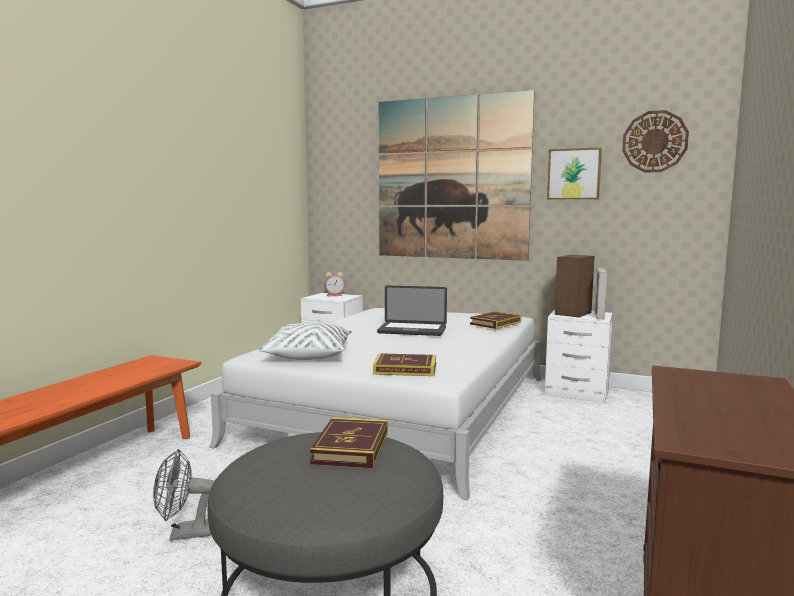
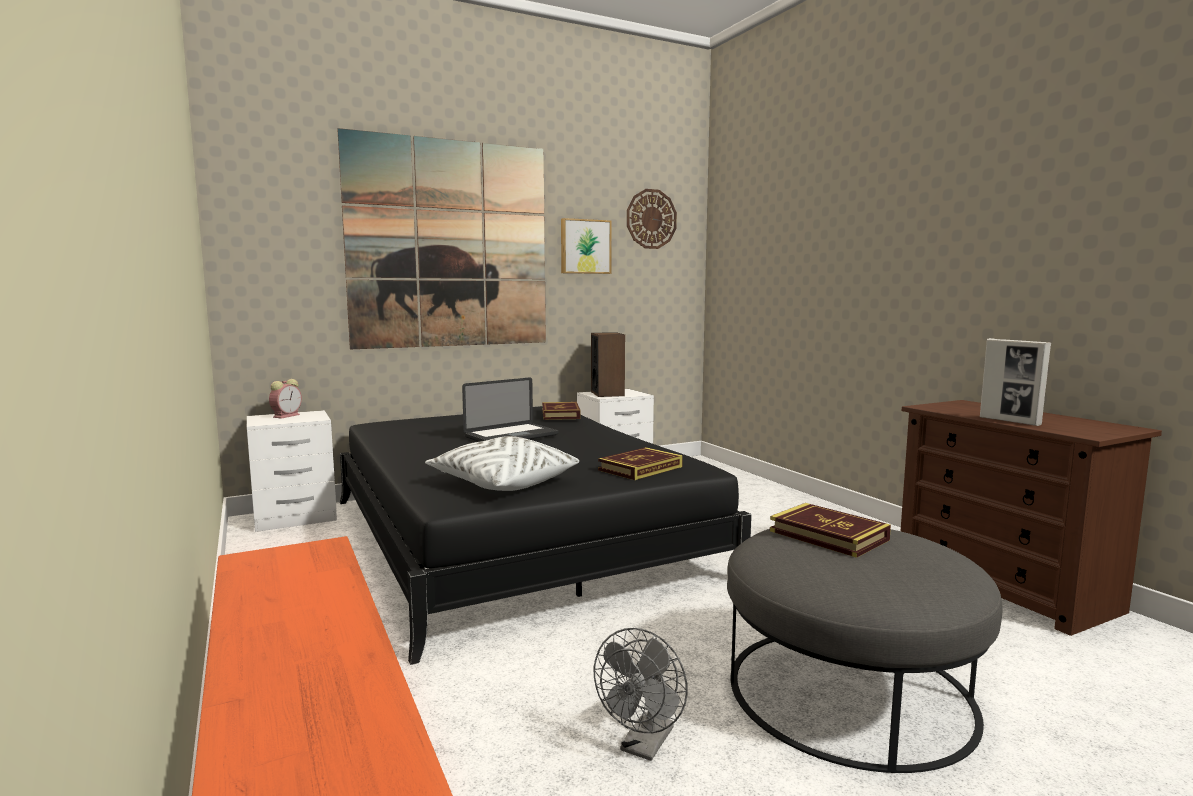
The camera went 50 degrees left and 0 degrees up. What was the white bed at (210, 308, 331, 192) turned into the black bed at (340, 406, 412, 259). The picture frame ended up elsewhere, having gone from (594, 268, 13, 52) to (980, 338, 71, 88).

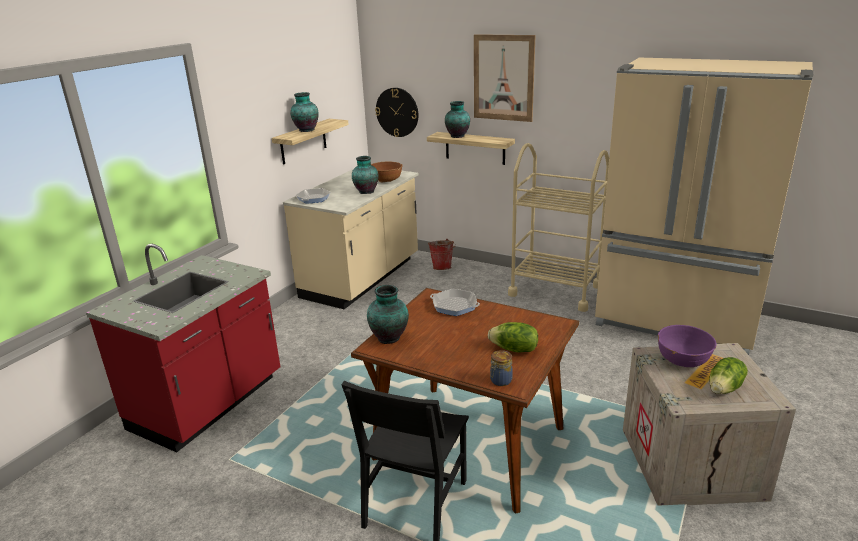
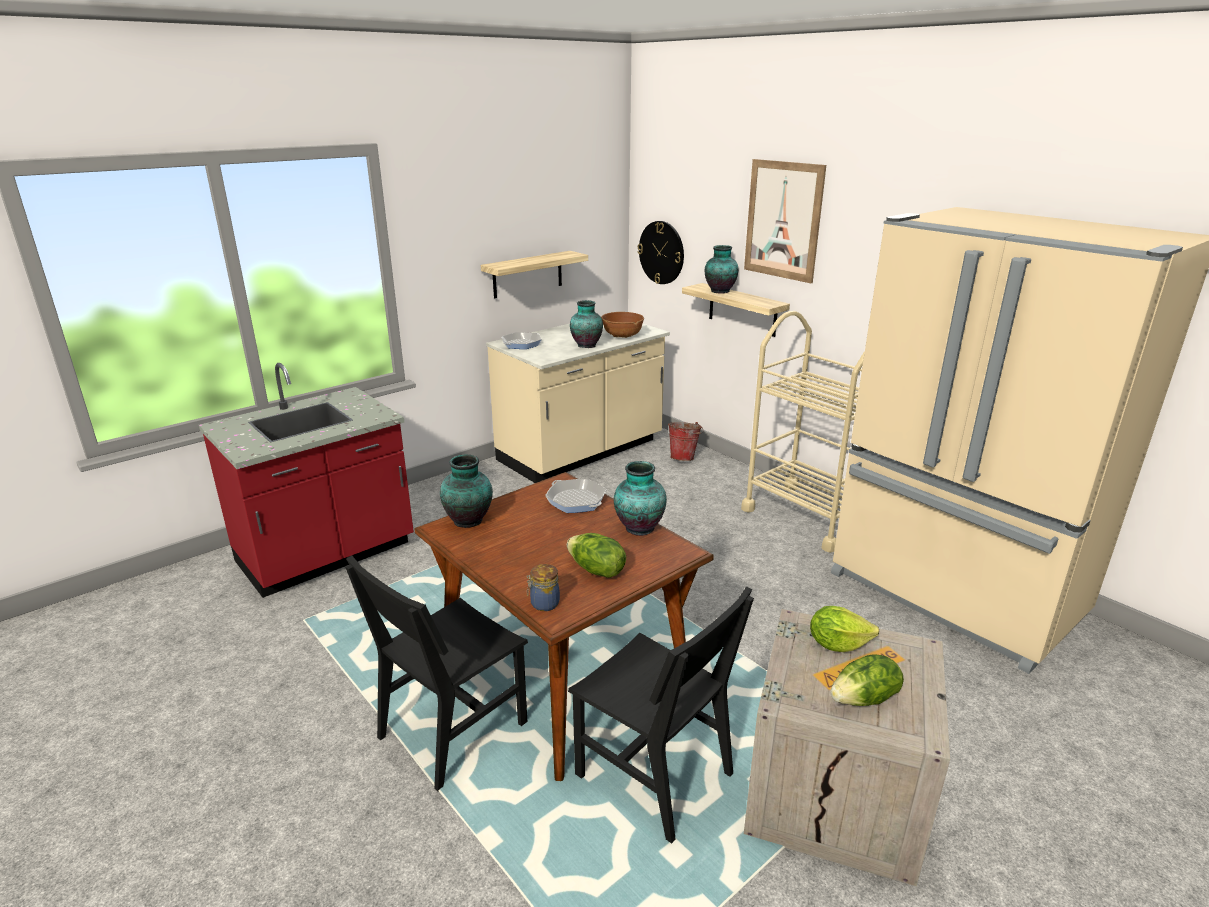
The camera went 20 degrees right and 0 degrees up. The second view gained the black chair at (568, 586, 186, 258). The vase ended up elsewhere, having gone from (290, 92, 29, 40) to (614, 461, 53, 75). Where the purple bowl stood at (658, 325, 59, 42), the lettuce came to stand at (810, 606, 69, 46).

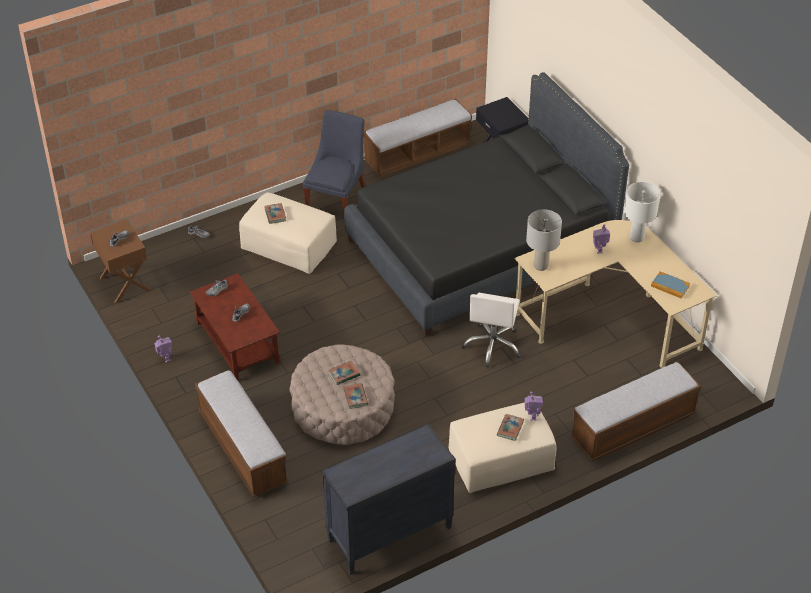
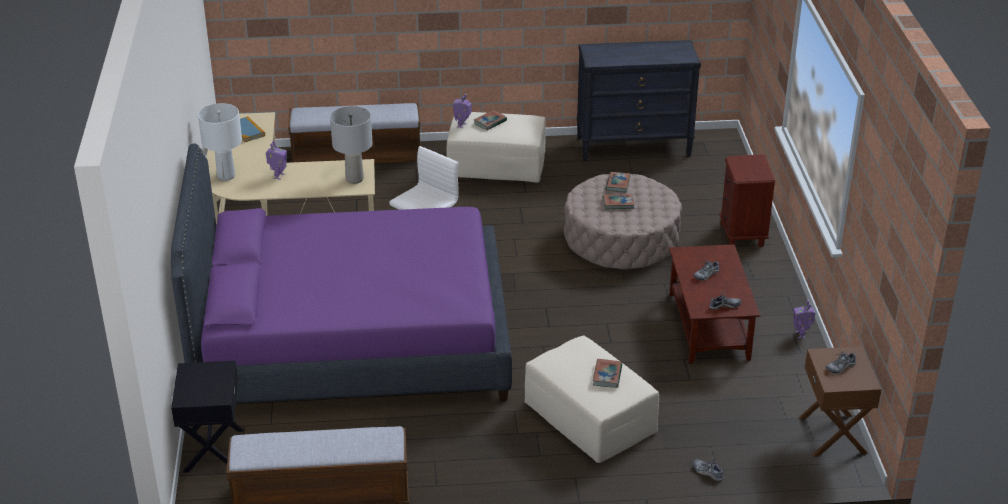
The camera went 155 degrees left and 10 degrees down. What was the black bed at (344, 72, 285, 264) turned into the purple bed at (171, 143, 341, 260). Where the bench stood at (195, 370, 93, 127), the brown nightstand came to stand at (719, 154, 56, 94). The second view lost the blue chair at (303, 110, 62, 105).

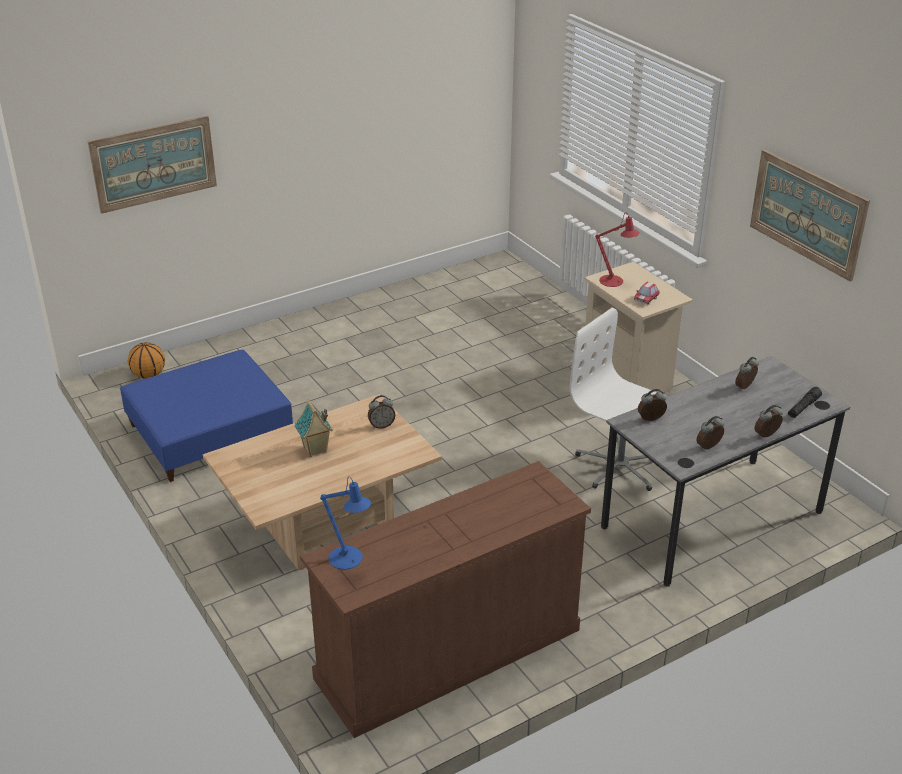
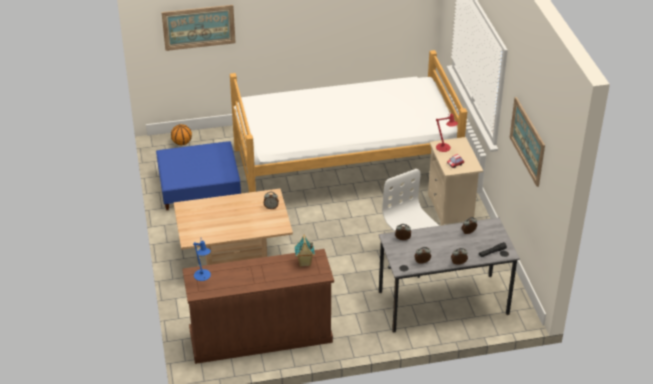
The camera went 20 degrees right and 5 degrees up. The second view gained the bed at (230, 50, 237, 142). The toy house ended up elsewhere, having gone from (295, 400, 38, 57) to (295, 235, 20, 32).

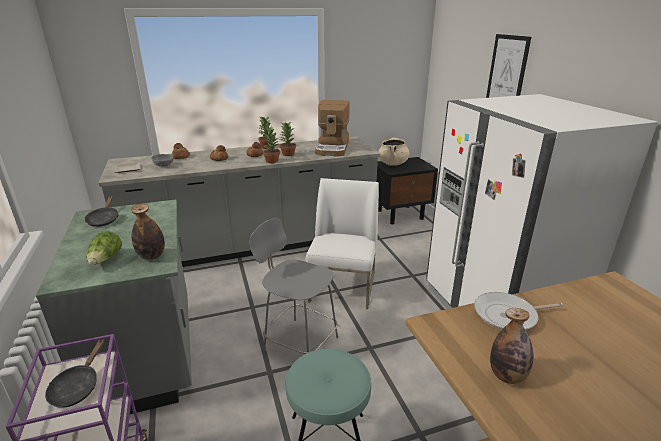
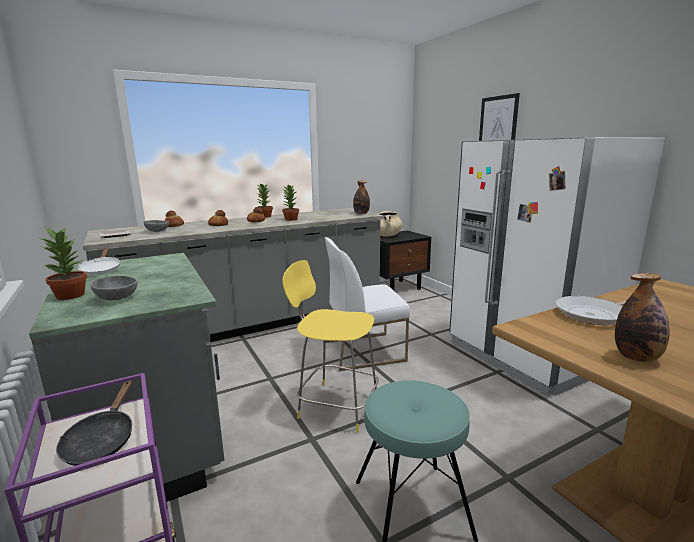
The camera went 10 degrees left and 10 degrees down. The potted plant ended up elsewhere, having gone from (263, 127, 18, 36) to (42, 227, 45, 73). What was the black frying pan at (85, 196, 34, 31) turned into the white frying pan at (77, 248, 44, 27). Where the lettuce stood at (86, 231, 36, 34), the grey bowl came to stand at (91, 276, 47, 24). What was the grey stool at (249, 218, 89, 136) turned into the yellow stool at (282, 260, 97, 173). The white chair at (306, 178, 73, 131) ended up facing another way, 105 degrees counterclockwise from before. The bottle ended up elsewhere, having gone from (131, 204, 34, 56) to (353, 180, 17, 34). The second view lost the coffee machine at (315, 100, 35, 57).

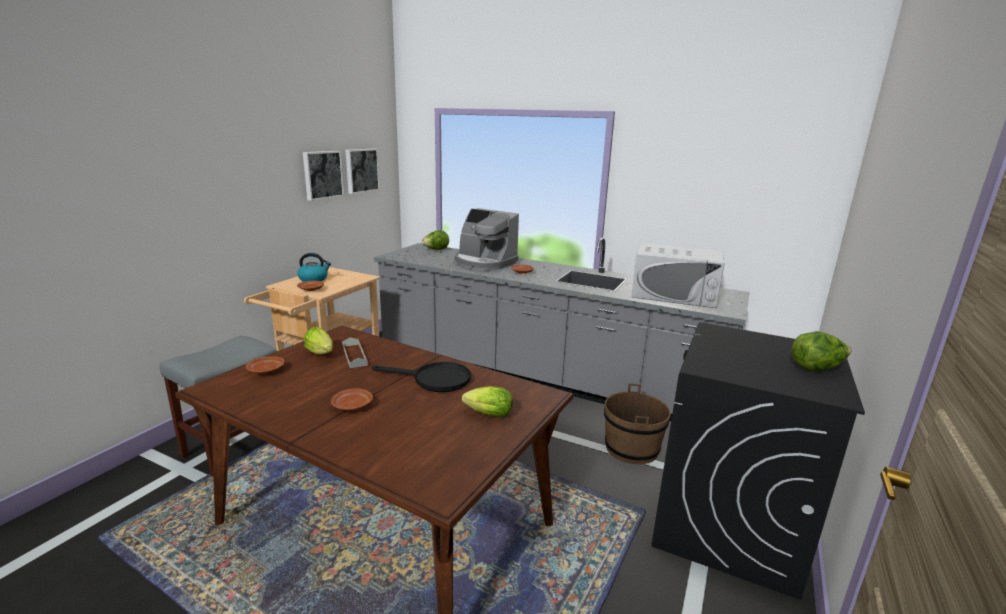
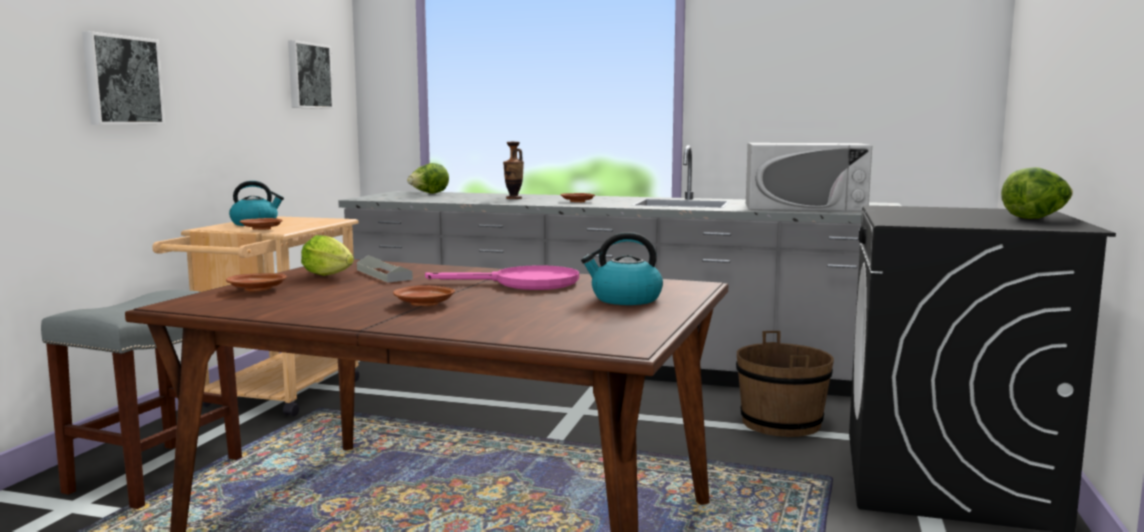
The camera went 10 degrees left and 10 degrees down. The picture ended up elsewhere, having gone from (303, 151, 41, 50) to (82, 31, 83, 94). What was the black frying pan at (372, 362, 99, 30) turned into the pink frying pan at (425, 265, 154, 25). Where the coffee machine stood at (455, 208, 64, 63), the vase came to stand at (503, 142, 21, 57). Where the lettuce stood at (462, 386, 51, 31), the kettle came to stand at (581, 232, 82, 73).

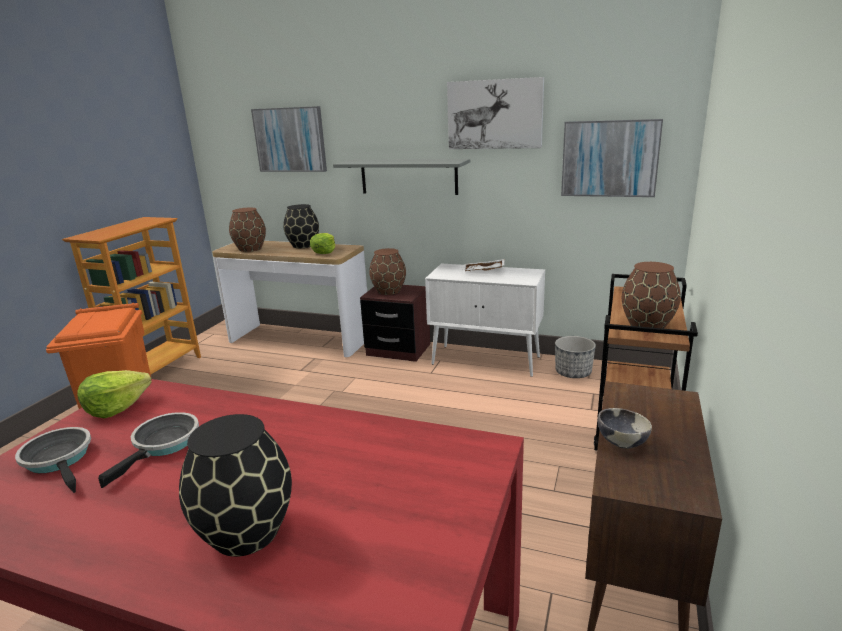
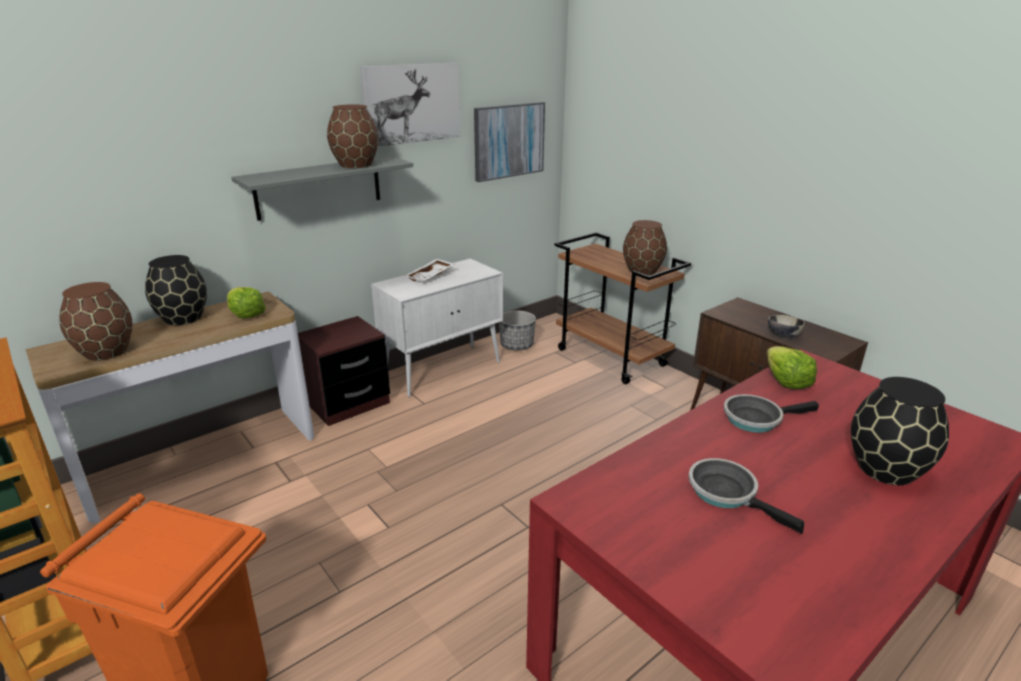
The camera went 60 degrees left and 5 degrees up. The brown vase ended up elsewhere, having gone from (369, 248, 37, 47) to (327, 105, 51, 63). The frying pan ended up elsewhere, having gone from (15, 427, 76, 66) to (724, 394, 95, 39). The lettuce ended up elsewhere, having gone from (77, 370, 75, 48) to (767, 346, 50, 43). The second view lost the picture at (251, 106, 76, 66).

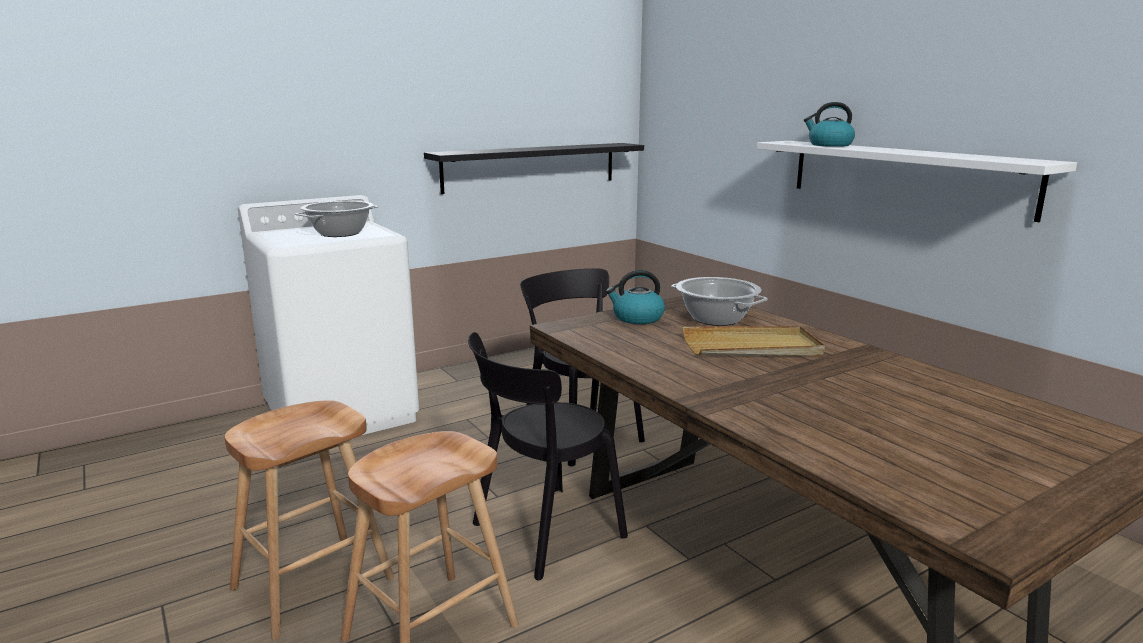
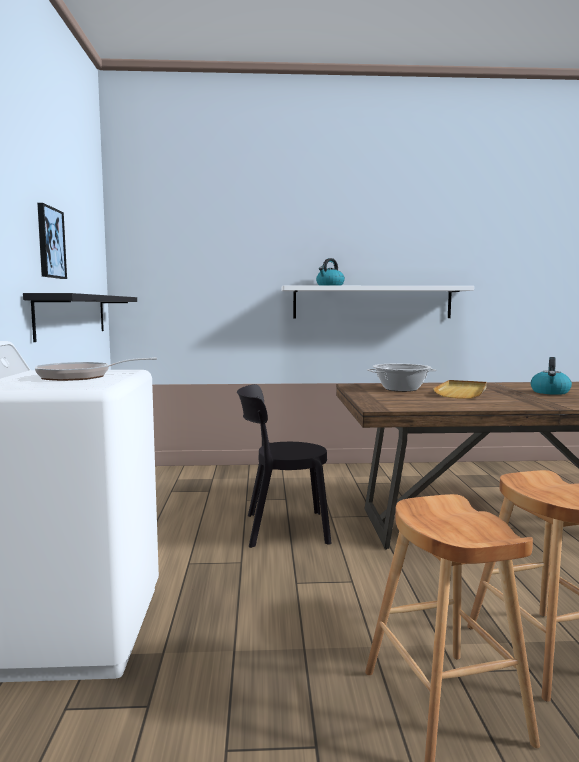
The camera went 60 degrees left and 10 degrees down. Where the cooking pot stood at (295, 201, 83, 36), the frying pan came to stand at (35, 357, 122, 24). The second view gained the picture at (37, 203, 30, 76). The kettle ended up elsewhere, having gone from (606, 270, 59, 54) to (531, 357, 41, 38). The second view lost the black chair at (468, 332, 160, 249).

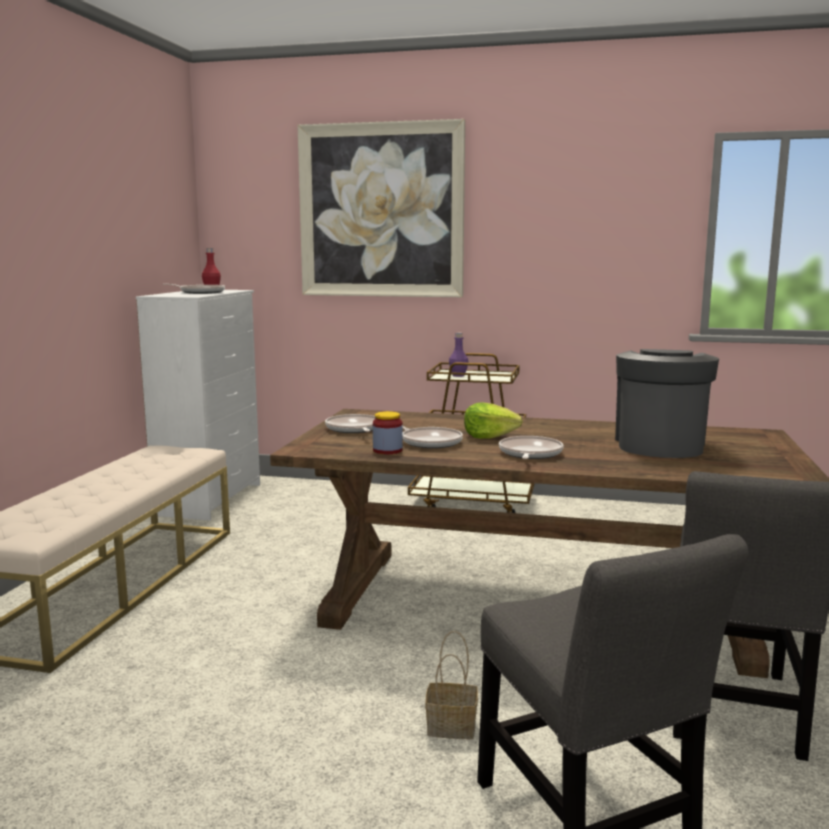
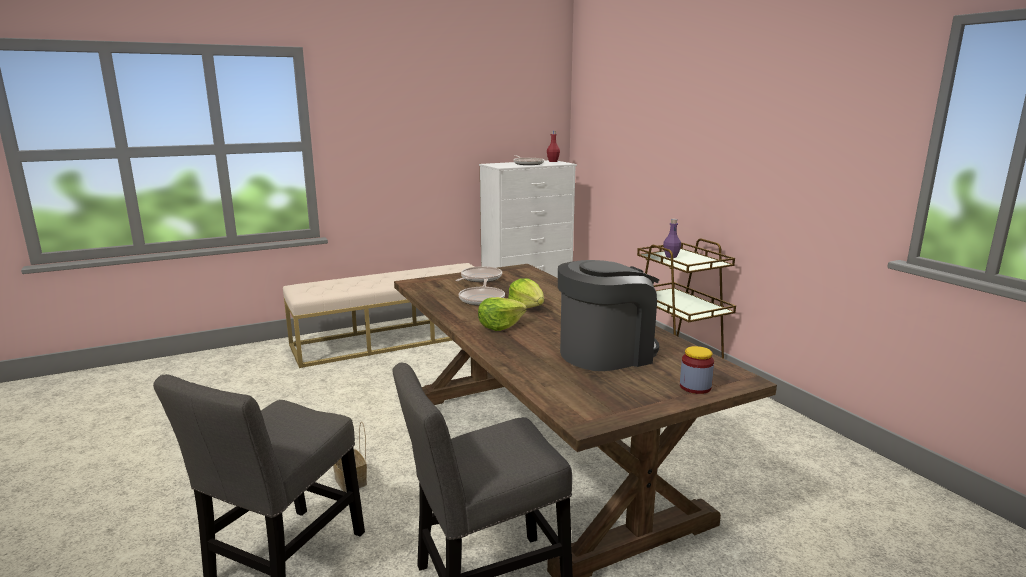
The camera went 50 degrees right and 5 degrees up. Where the frying pan stood at (499, 436, 65, 23), the lettuce came to stand at (478, 297, 49, 34). The jar ended up elsewhere, having gone from (373, 411, 30, 43) to (680, 346, 34, 48). The second view lost the picture at (297, 119, 168, 178).

